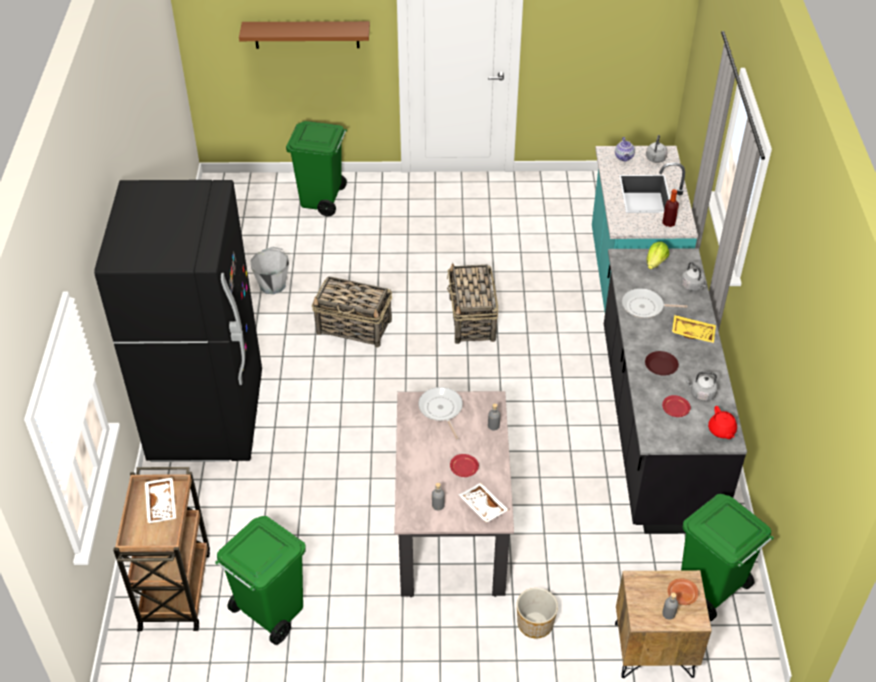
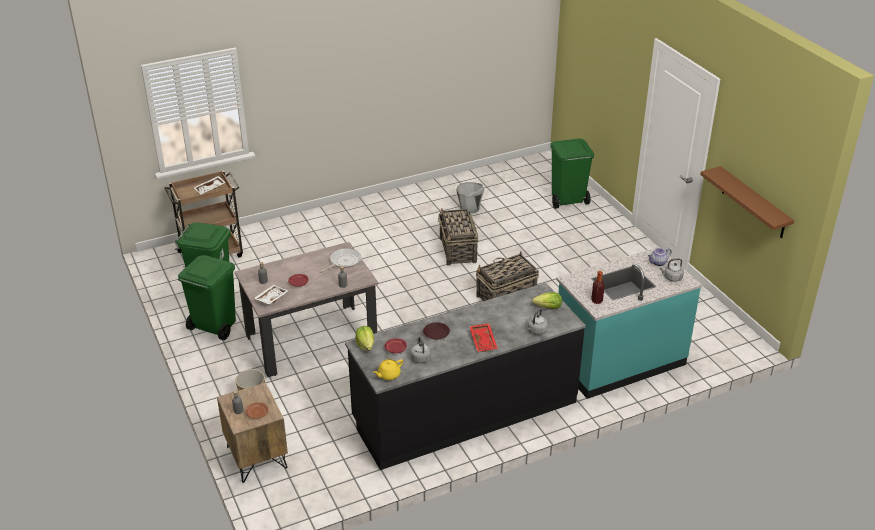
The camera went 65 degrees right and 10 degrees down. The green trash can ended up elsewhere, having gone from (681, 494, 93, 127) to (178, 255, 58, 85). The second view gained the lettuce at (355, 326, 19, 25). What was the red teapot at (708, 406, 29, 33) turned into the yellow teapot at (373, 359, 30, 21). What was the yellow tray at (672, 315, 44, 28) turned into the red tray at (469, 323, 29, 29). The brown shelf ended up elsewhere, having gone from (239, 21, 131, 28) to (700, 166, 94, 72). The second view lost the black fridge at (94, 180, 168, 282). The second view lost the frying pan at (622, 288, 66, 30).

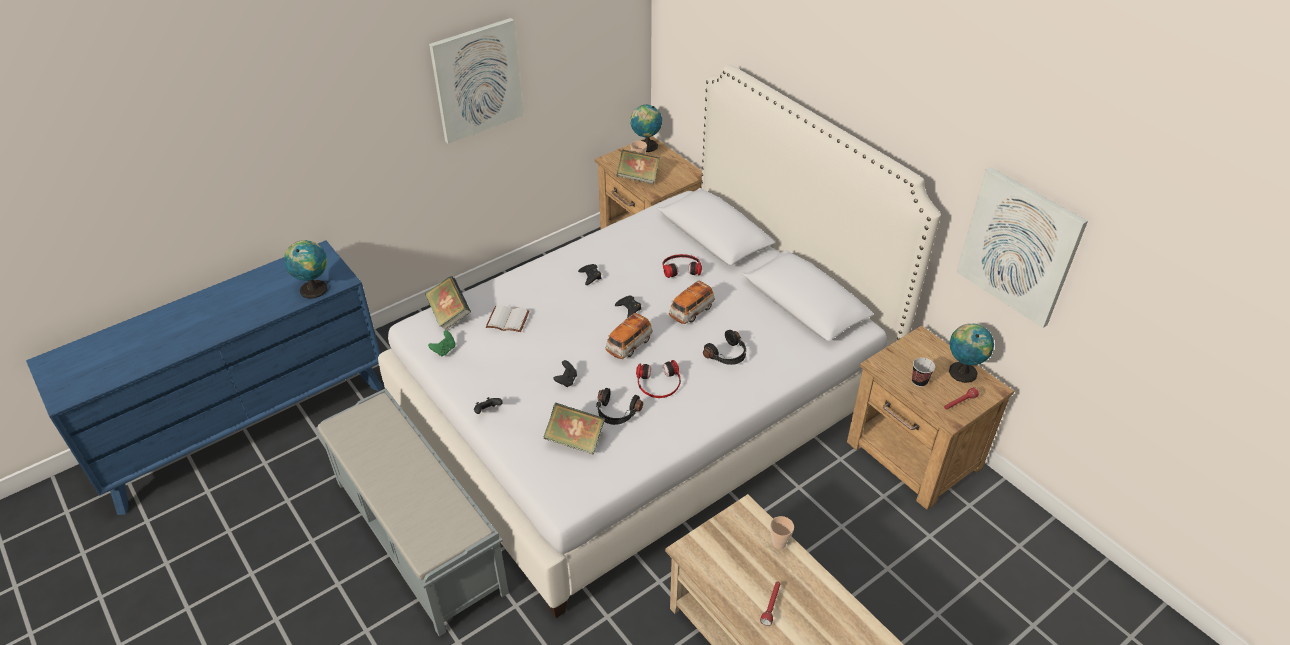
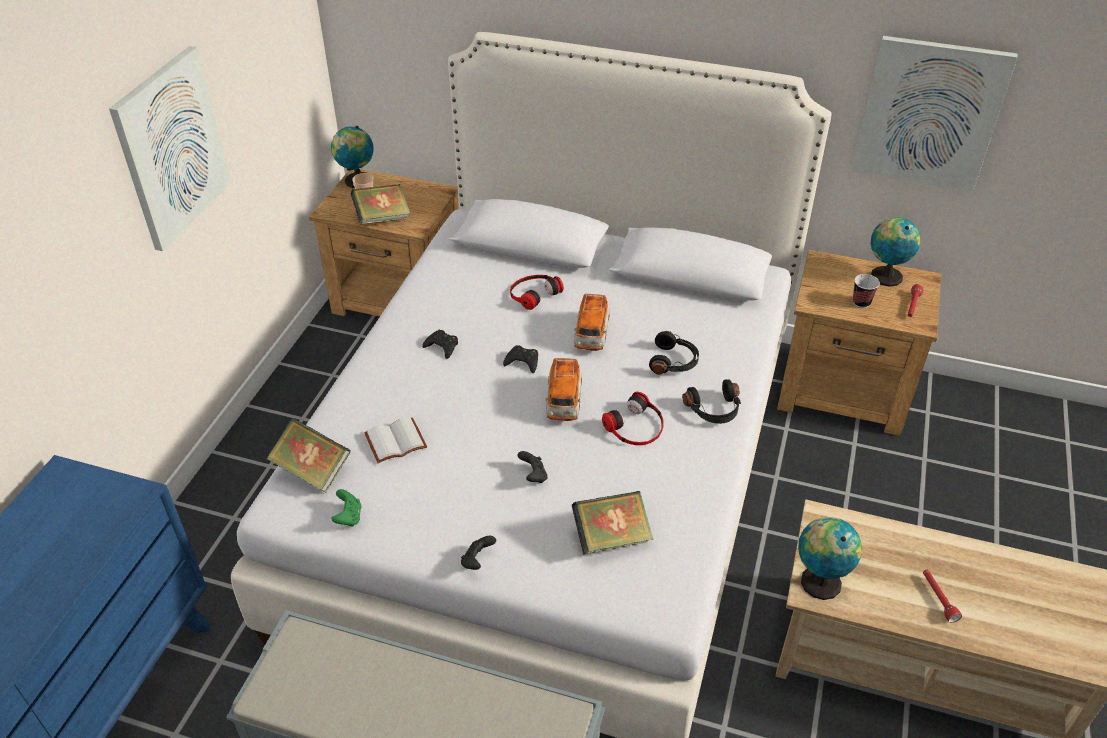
The camera went 35 degrees left and 0 degrees up. The black headphones ended up elsewhere, having gone from (596, 388, 47, 37) to (682, 379, 59, 45). The globe ended up elsewhere, having gone from (284, 240, 43, 59) to (798, 517, 64, 83). The second view lost the cup at (770, 516, 24, 33).

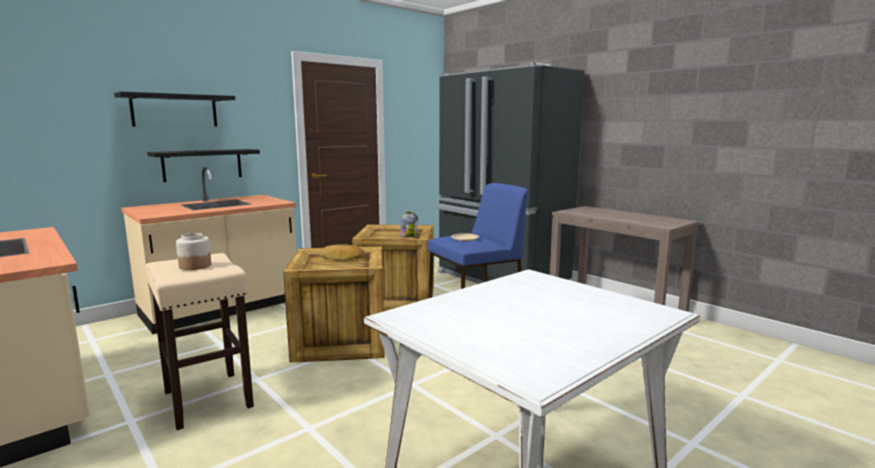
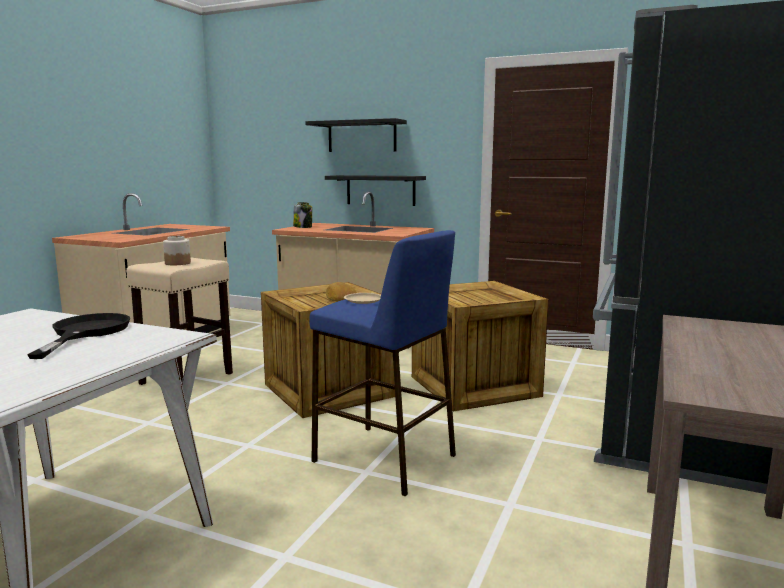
The camera went 65 degrees right and 0 degrees up. The second view gained the black frying pan at (27, 313, 103, 46). The jar ended up elsewhere, having gone from (400, 212, 18, 25) to (293, 202, 19, 26).

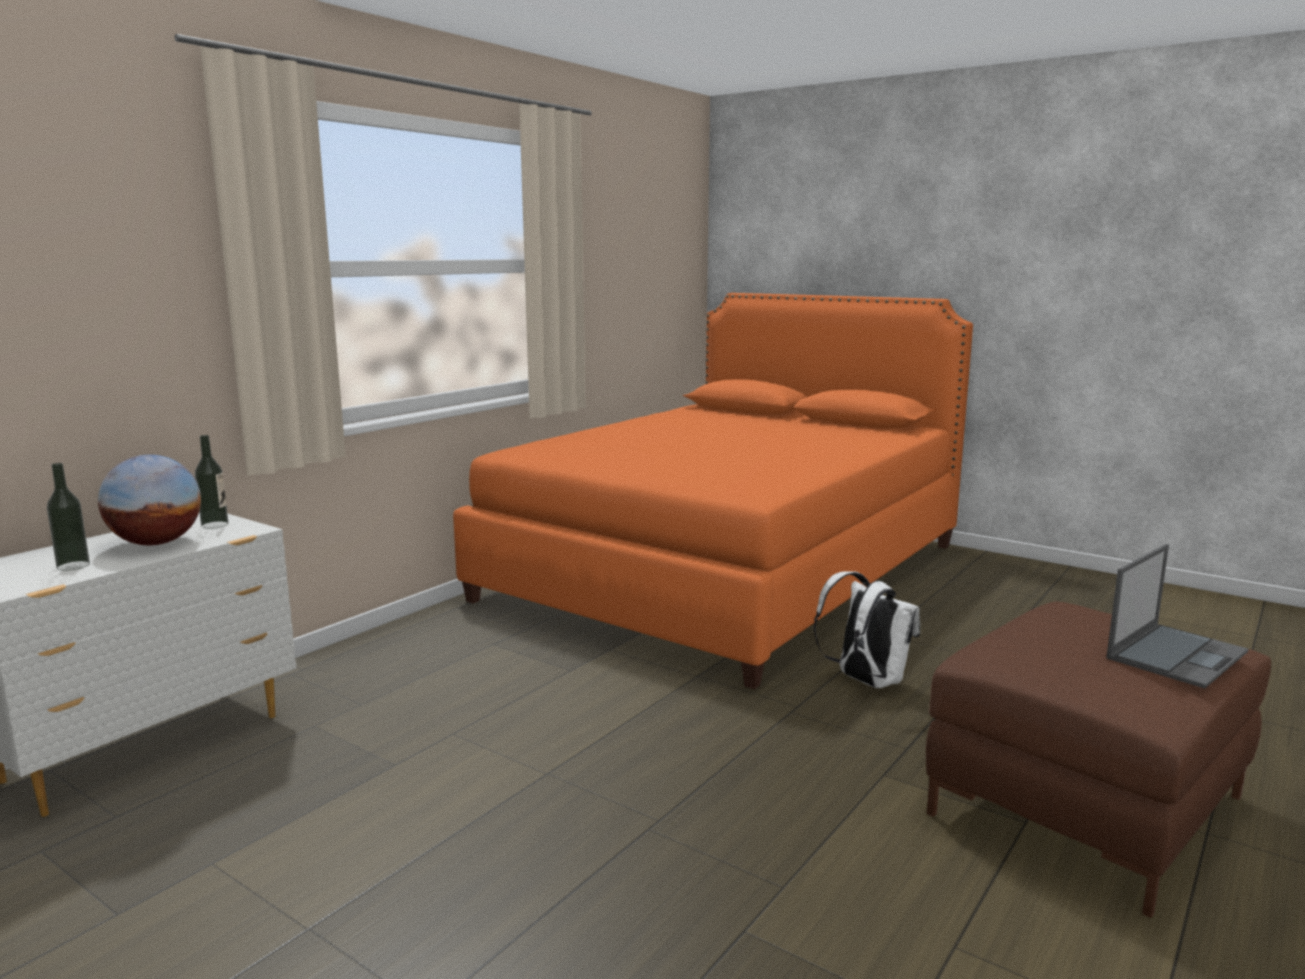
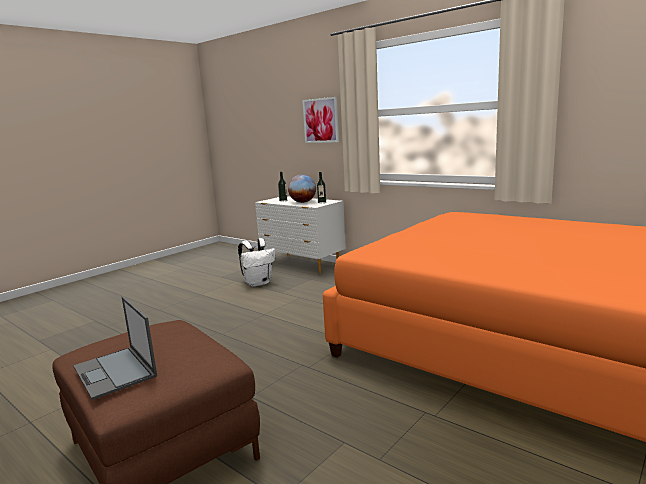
The camera went 95 degrees right and 0 degrees up. The white backpack ended up elsewhere, having gone from (814, 571, 106, 117) to (238, 238, 37, 49). The second view gained the picture at (302, 97, 37, 46).

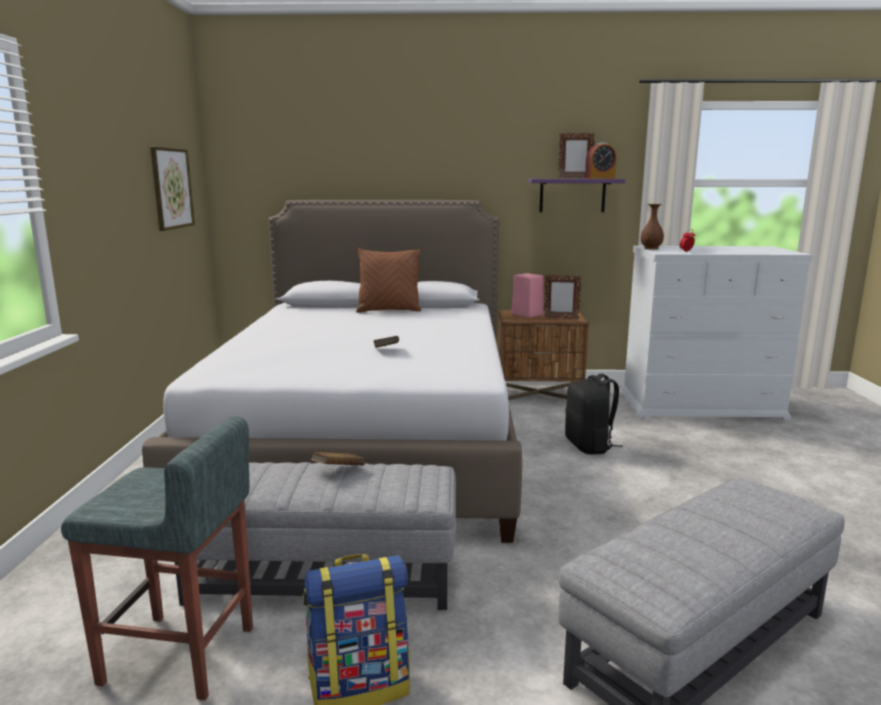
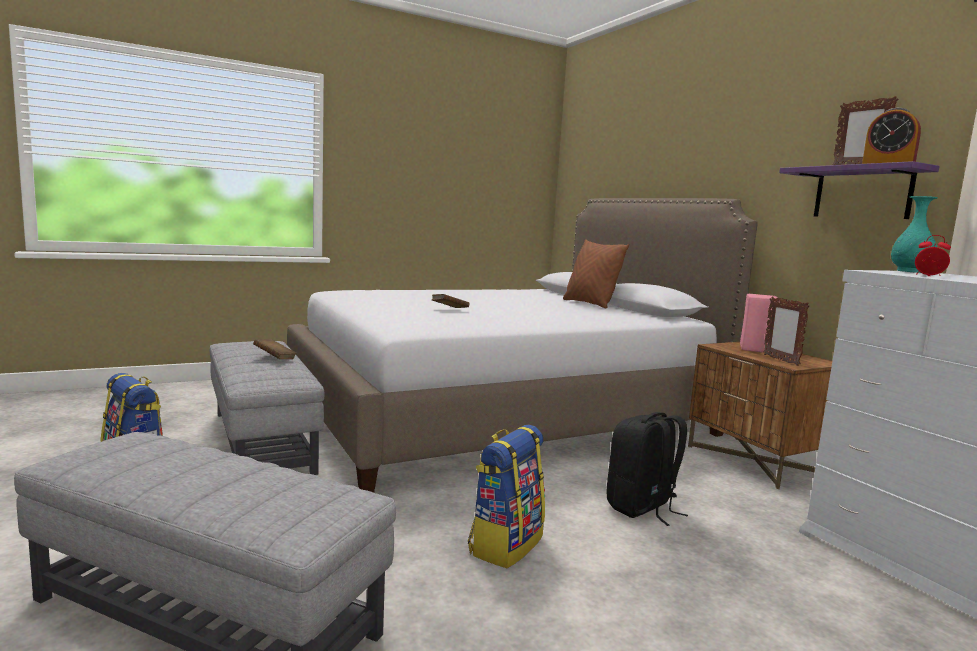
The camera went 60 degrees right and 5 degrees down. The second view gained the backpack at (468, 425, 77, 143). What was the brown vase at (641, 204, 23, 45) turned into the turquoise vase at (891, 196, 47, 77). The second view lost the grey stool at (61, 416, 192, 284). The second view lost the picture at (150, 147, 45, 84).

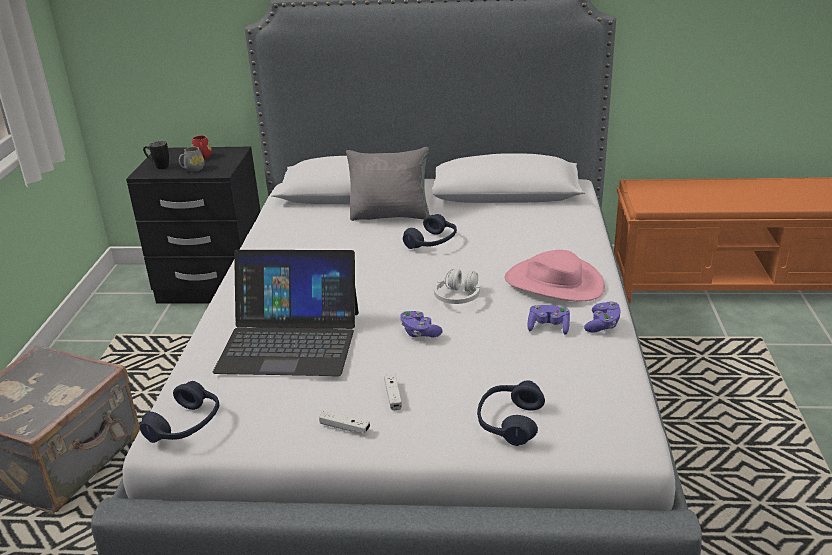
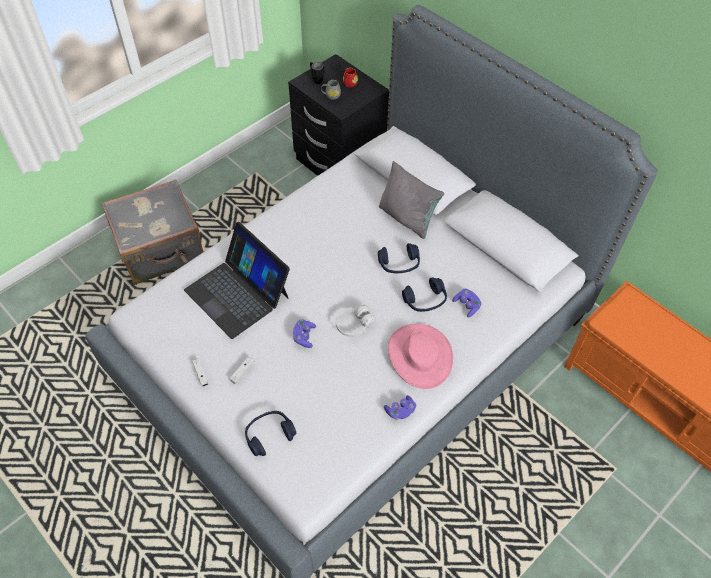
The camera went 40 degrees right and 25 degrees up. The blue headphones ended up elsewhere, having gone from (140, 381, 79, 62) to (402, 278, 45, 34). The purple game controller ended up elsewhere, having gone from (527, 305, 43, 30) to (452, 289, 29, 28).

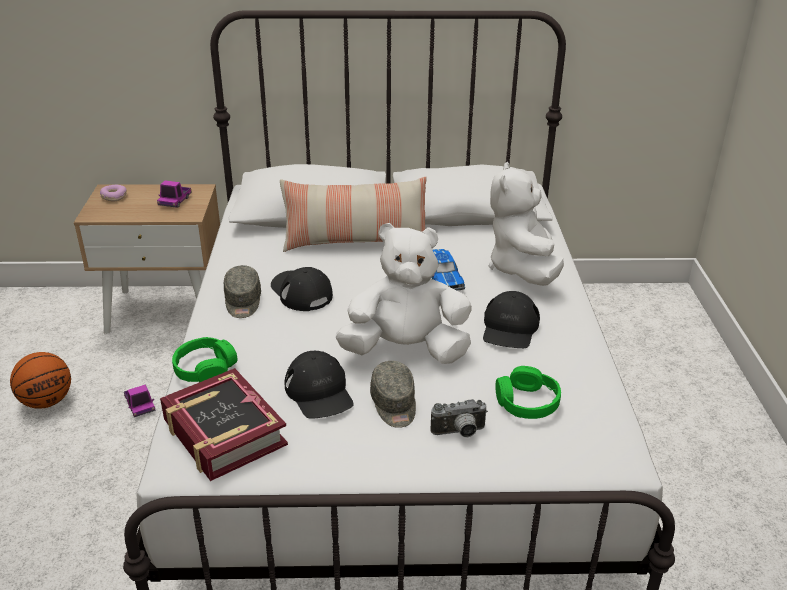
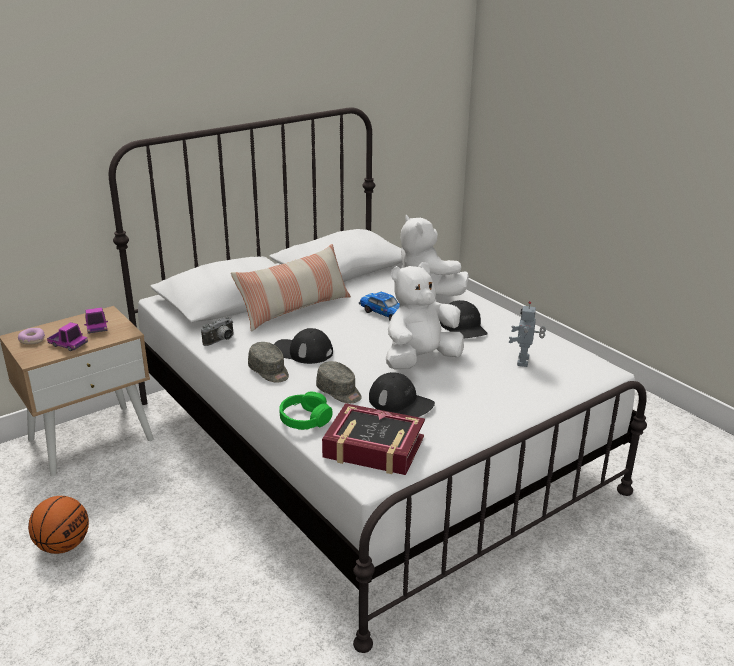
The camera went 35 degrees left and 5 degrees down. The toy truck ended up elsewhere, having gone from (124, 384, 32, 33) to (47, 322, 41, 29). The photo camera ended up elsewhere, having gone from (430, 399, 58, 39) to (201, 316, 33, 30). The grey cap ended up elsewhere, having gone from (370, 361, 46, 67) to (316, 361, 46, 42). Where the green headphones stood at (495, 366, 66, 53), the toy robot came to stand at (509, 301, 37, 66).

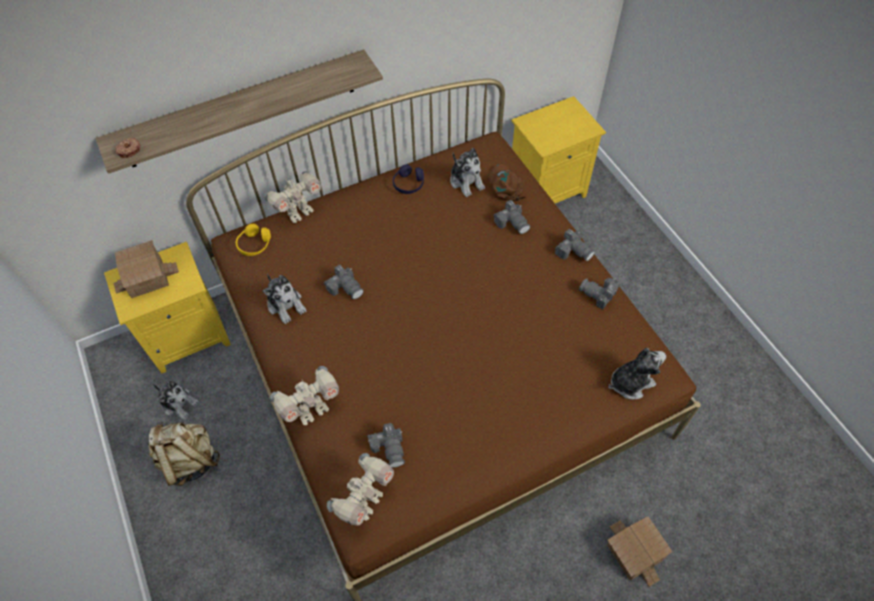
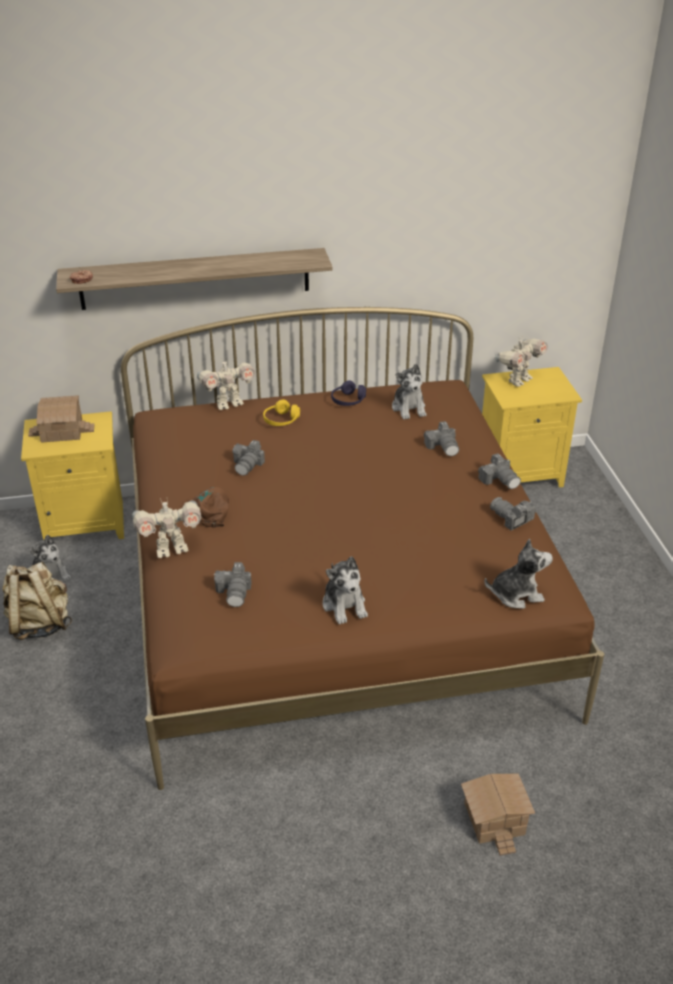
The camera went 15 degrees right and 20 degrees down. The brown cap ended up elsewhere, having gone from (488, 164, 37, 37) to (192, 487, 37, 41). The photo camera at (324, 265, 40, 34) ended up facing another way, 45 degrees clockwise from before. The yellow headphones ended up elsewhere, having gone from (236, 224, 35, 32) to (263, 400, 37, 26). The plush toy ended up elsewhere, having gone from (263, 273, 43, 51) to (323, 556, 45, 68). The toy robot ended up elsewhere, having gone from (327, 453, 67, 73) to (495, 337, 53, 50).

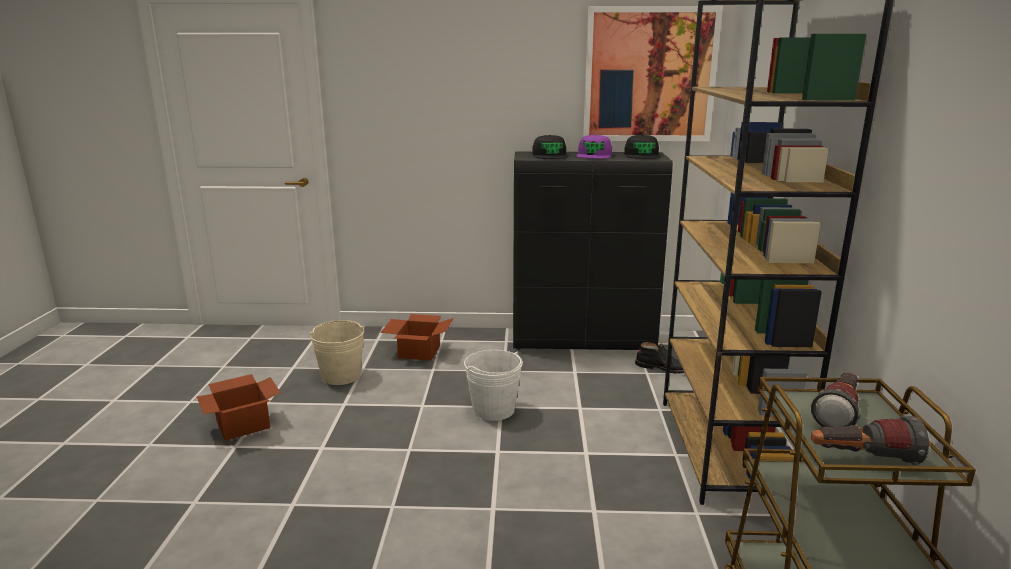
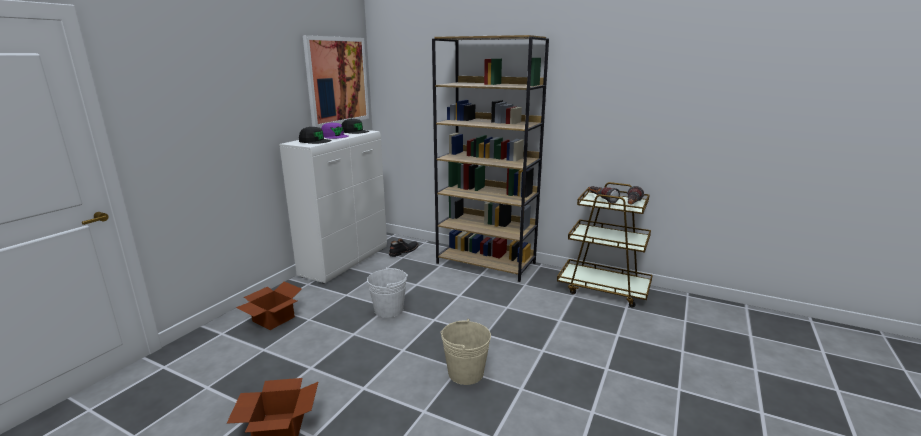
The camera went 65 degrees left and 0 degrees up. What was the black cabinet at (513, 152, 160, 198) turned into the white cabinet at (279, 130, 108, 154). The beige bucket ended up elsewhere, having gone from (309, 320, 56, 65) to (440, 319, 51, 66).

